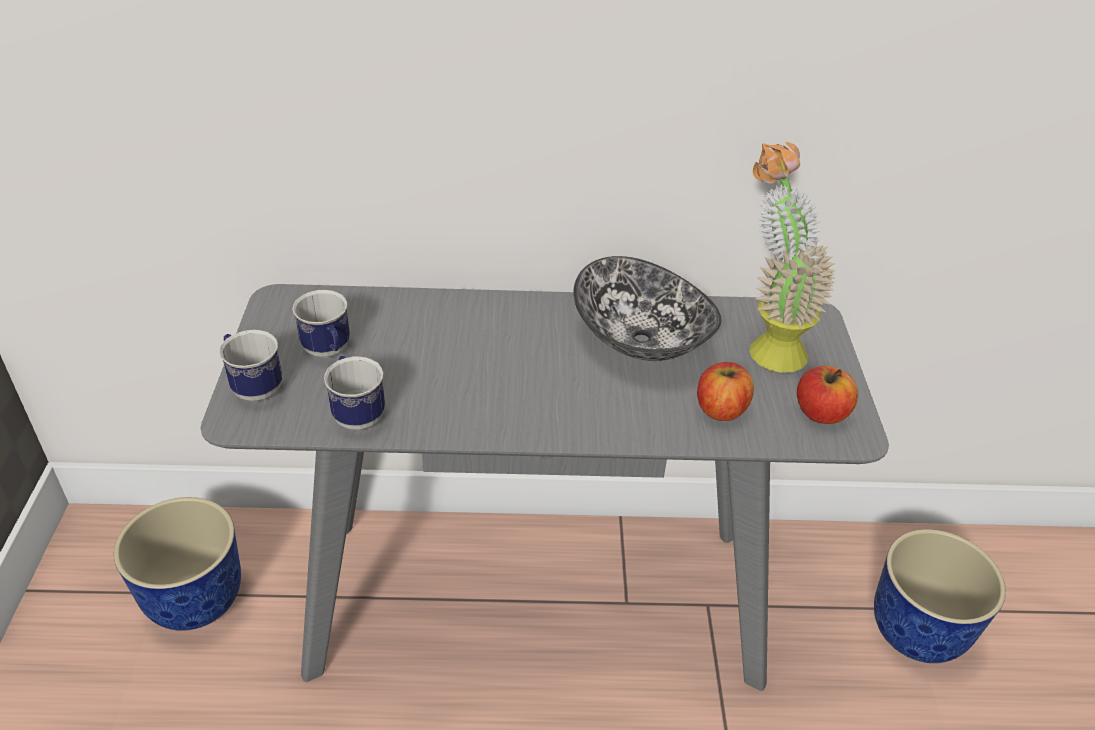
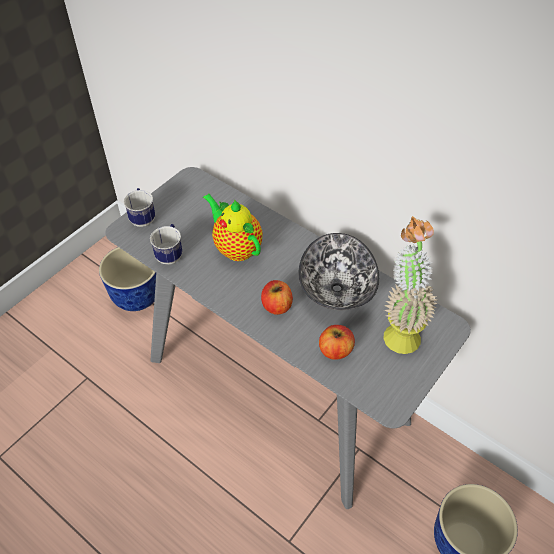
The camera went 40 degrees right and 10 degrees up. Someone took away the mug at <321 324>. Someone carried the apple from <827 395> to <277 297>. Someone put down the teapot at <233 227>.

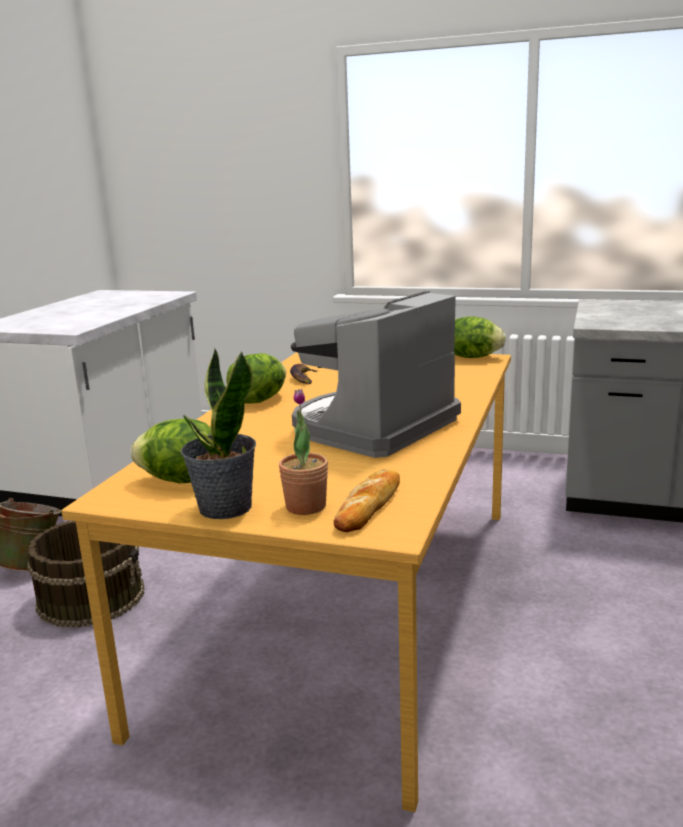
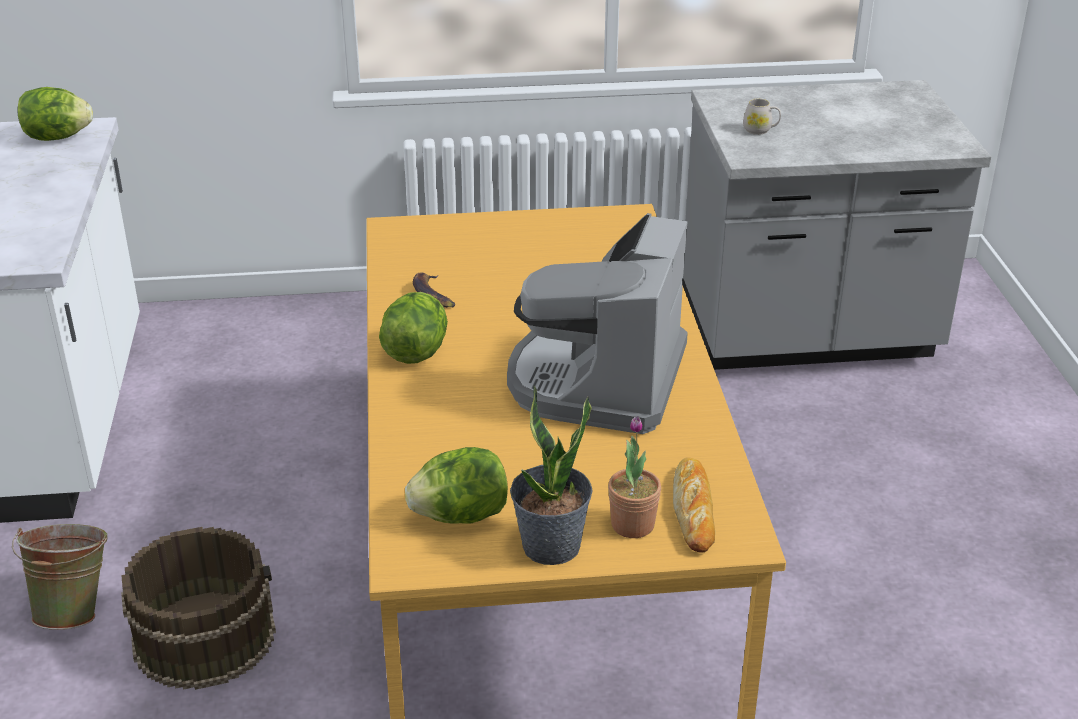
The camera went 25 degrees left and 15 degrees up. Someone carried the lettuce from <479 337> to <55 114>. Someone put down the mug in white at <762 117>.

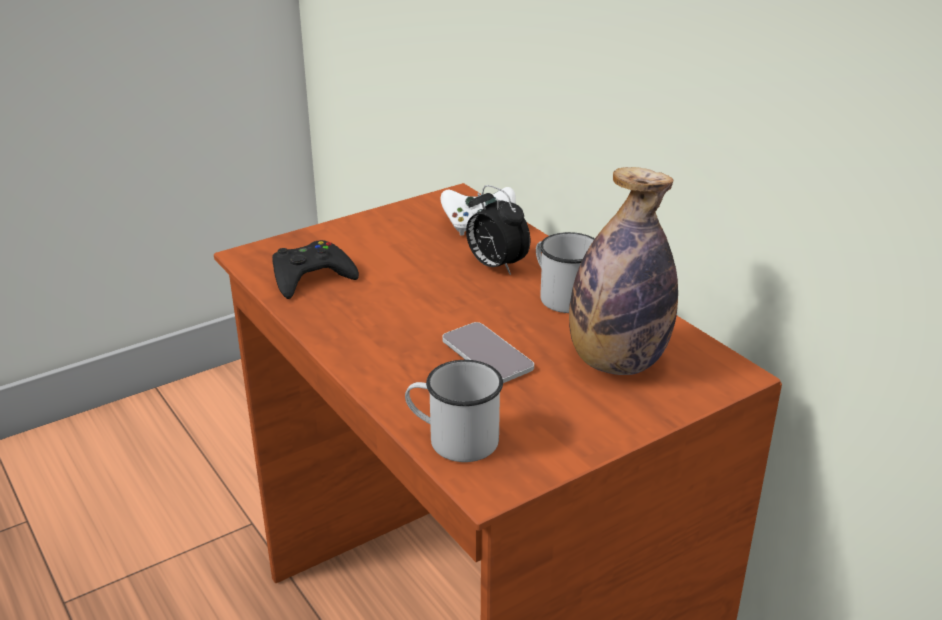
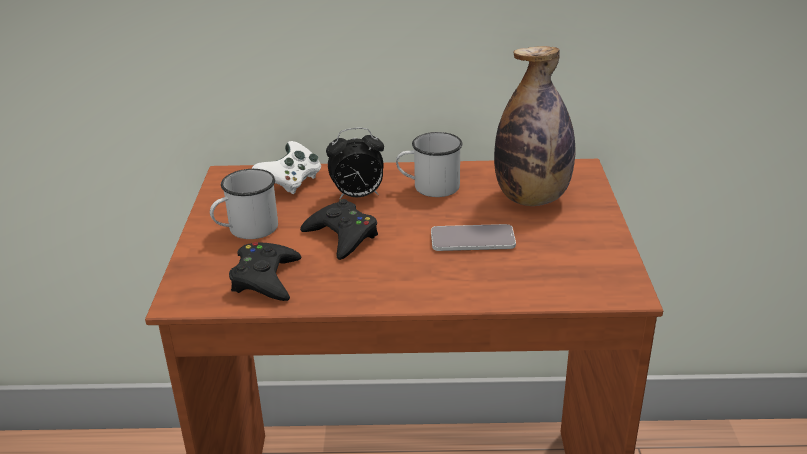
The camera went 55 degrees left and 0 degrees up. Someone carried the mug in white from <454 411> to <244 204>. Someone put down the game controller in black at <339 229>.

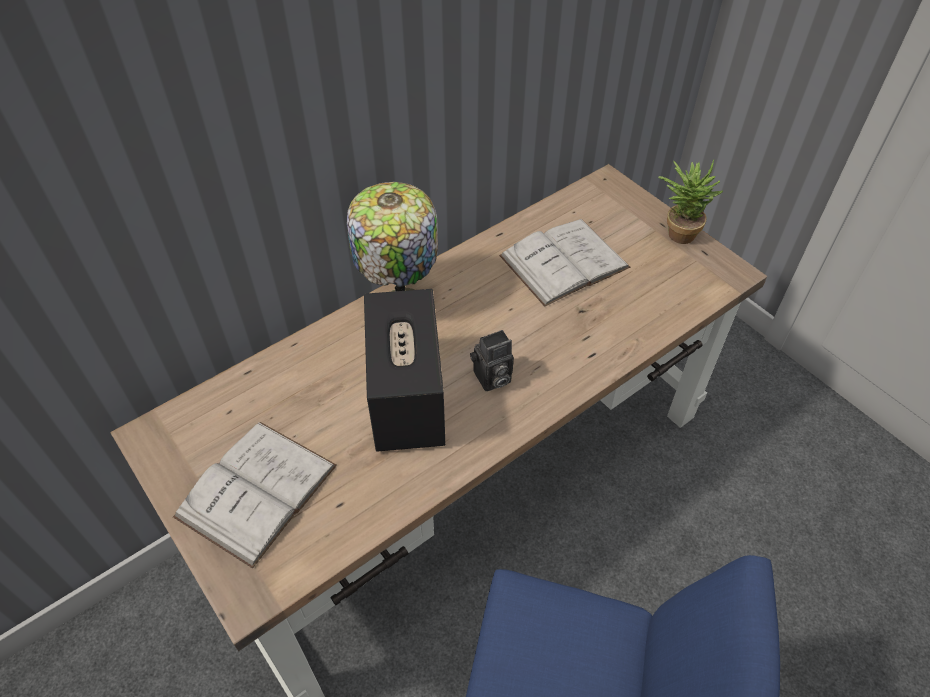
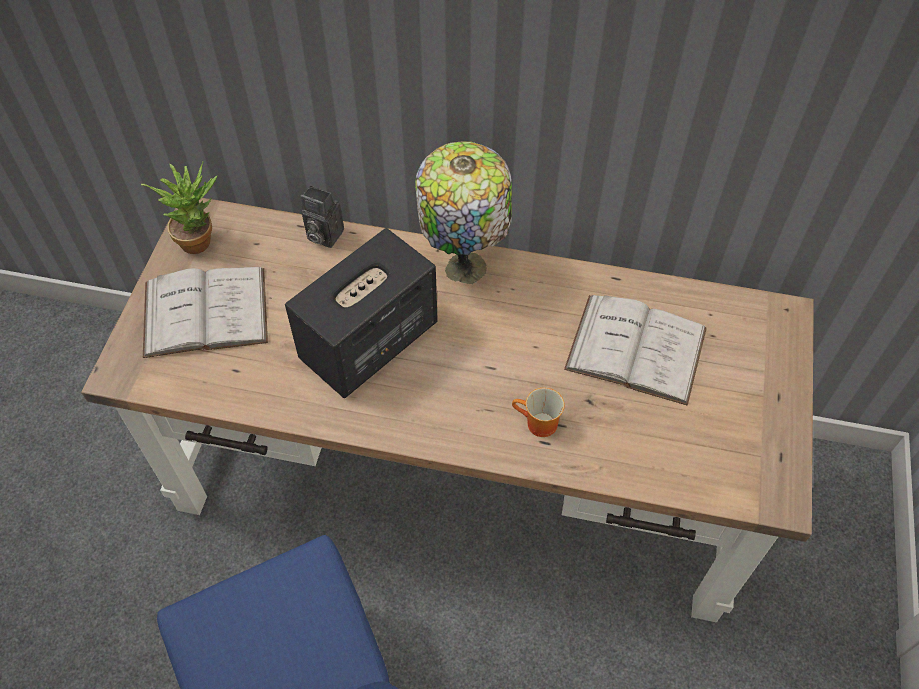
The camera went 50 degrees right and 5 degrees up. Someone carried the potted plant from <690 202> to <179 208>. Someone carried the photo camera from <492 360> to <322 217>. Someone put down the mug at <538 412>.

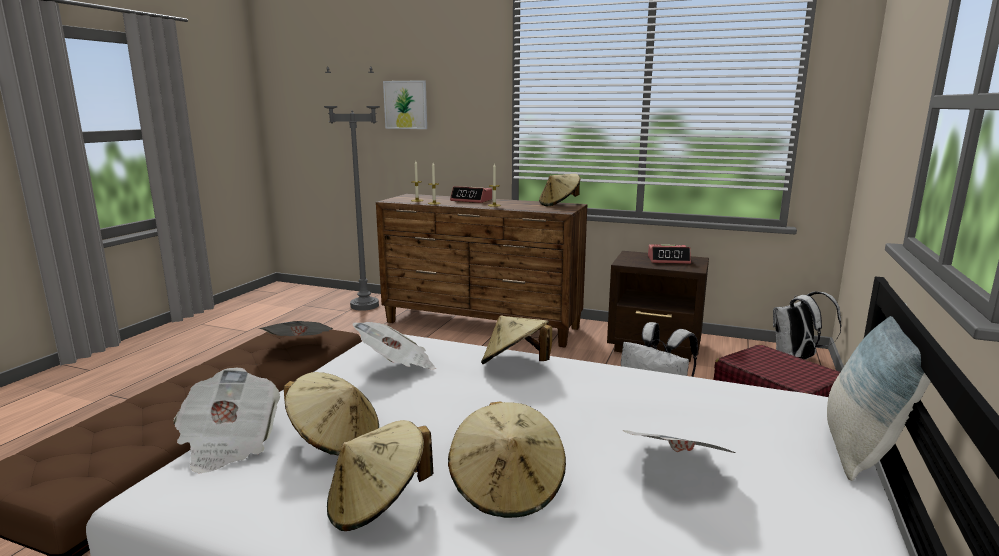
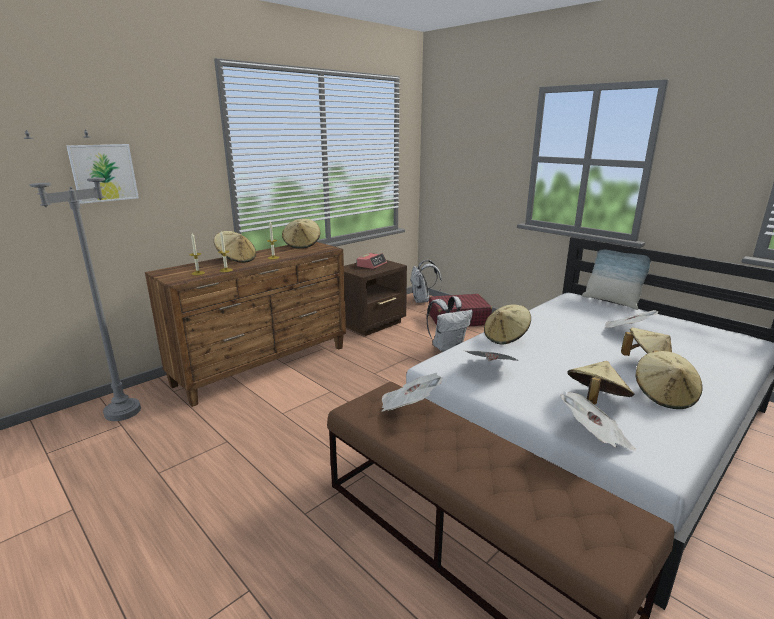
The camera went 65 degrees left and 5 degrees up. Someone swapped the alarm clock at <471 194> for the hat in beige at <235 247>.

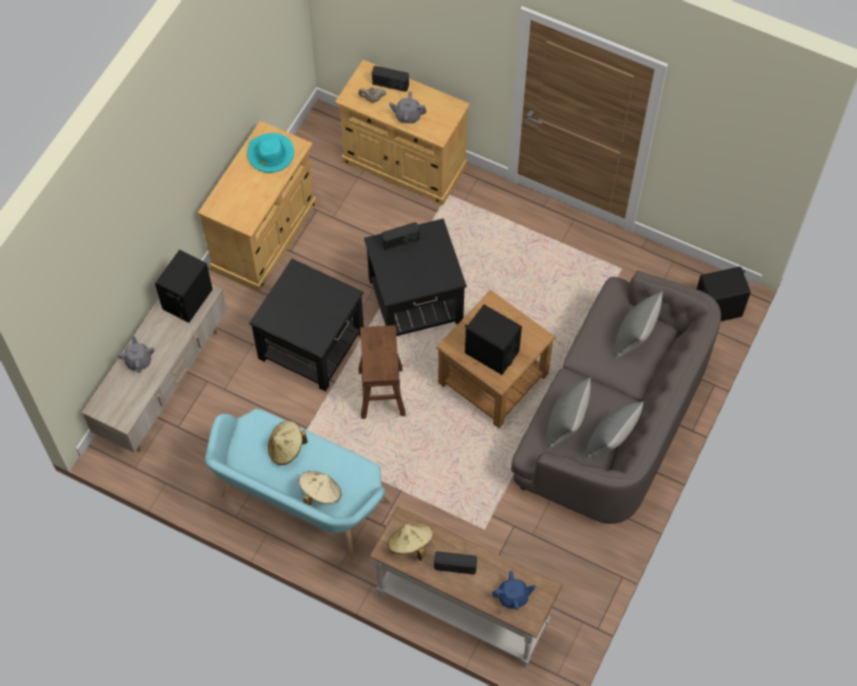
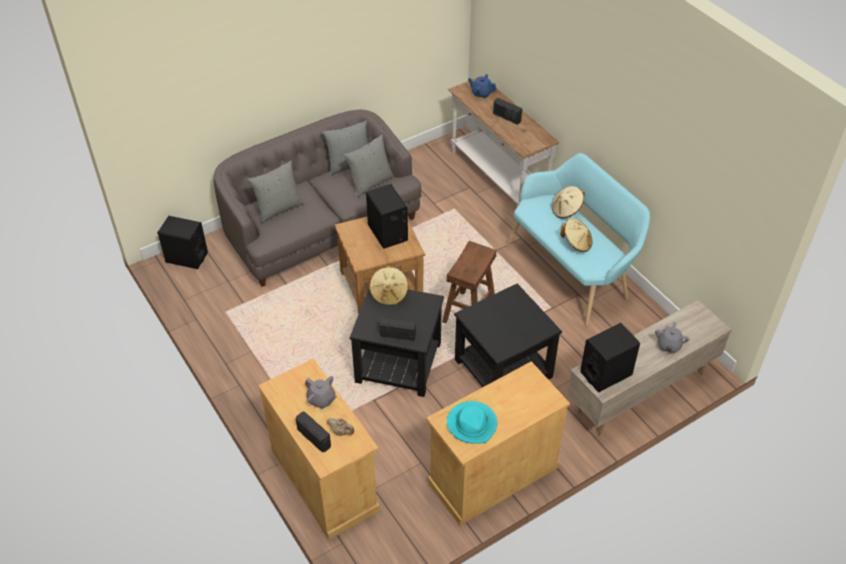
The camera went 150 degrees left and 15 degrees down. Someone carried the hat in beige from <410 542> to <388 286>.

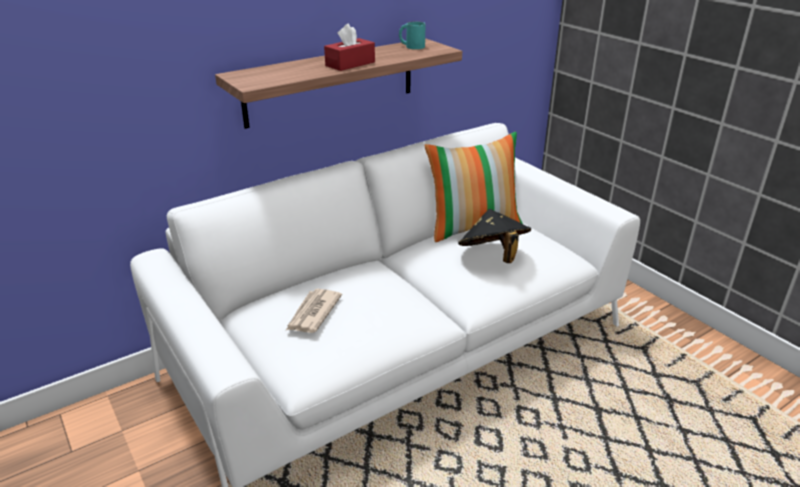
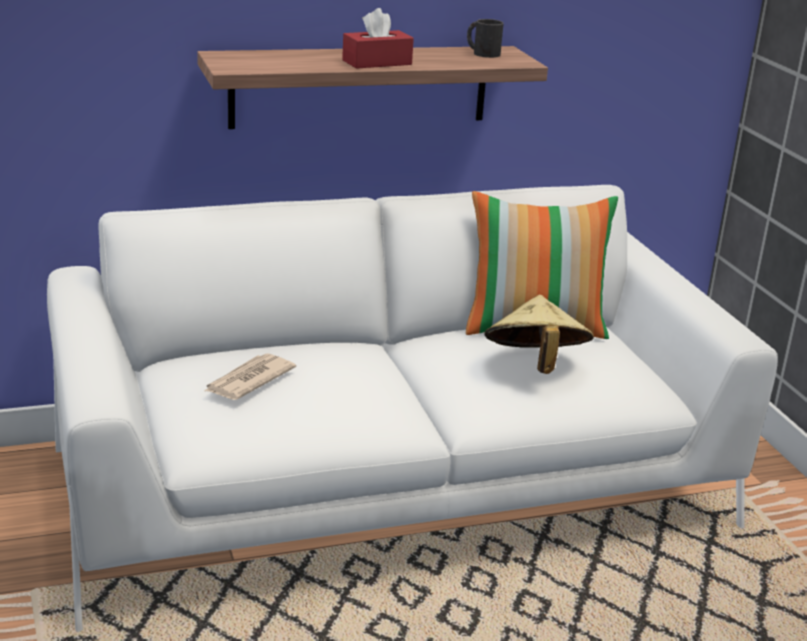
The camera went 15 degrees right and 5 degrees down. Someone repainted the mug in turquoise at <412 35>, which became the mug in black at <485 38>. Someone repainted the hat in black at <494 236>, which became the hat in beige at <539 334>.

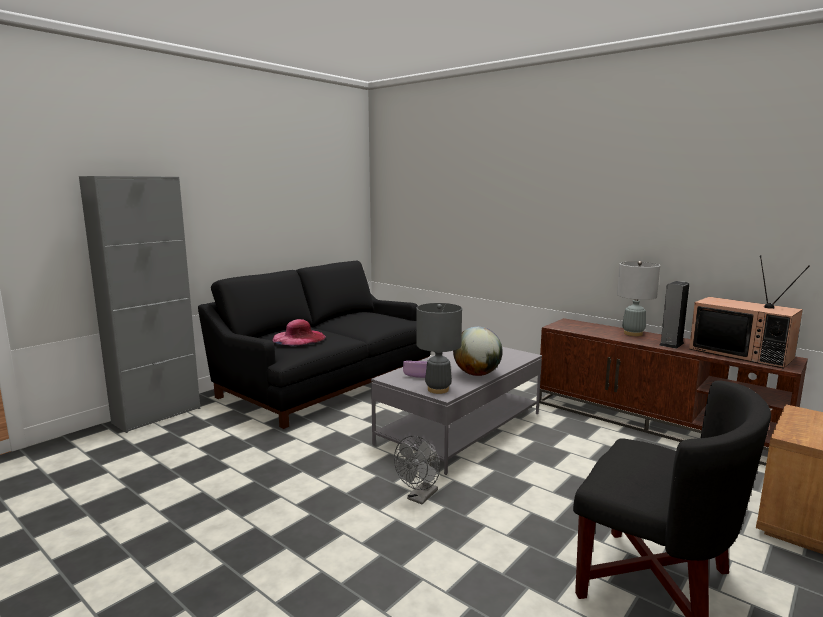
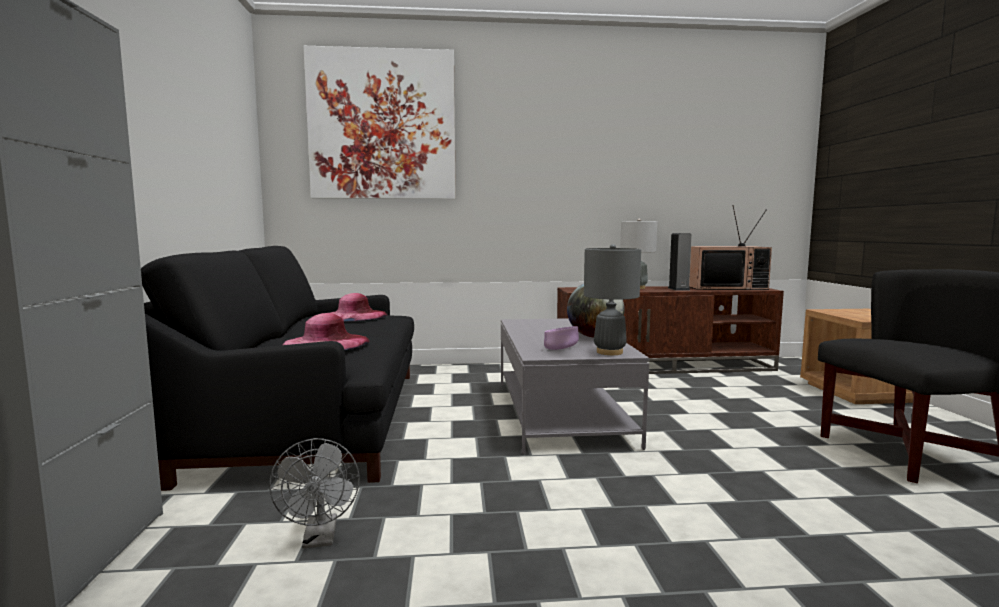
The camera went 45 degrees left and 5 degrees down. Someone carried the fan in grey from <417 470> to <314 493>. Someone put up the picture at <380 122>. Someone put down the hat in pink at <358 307>.

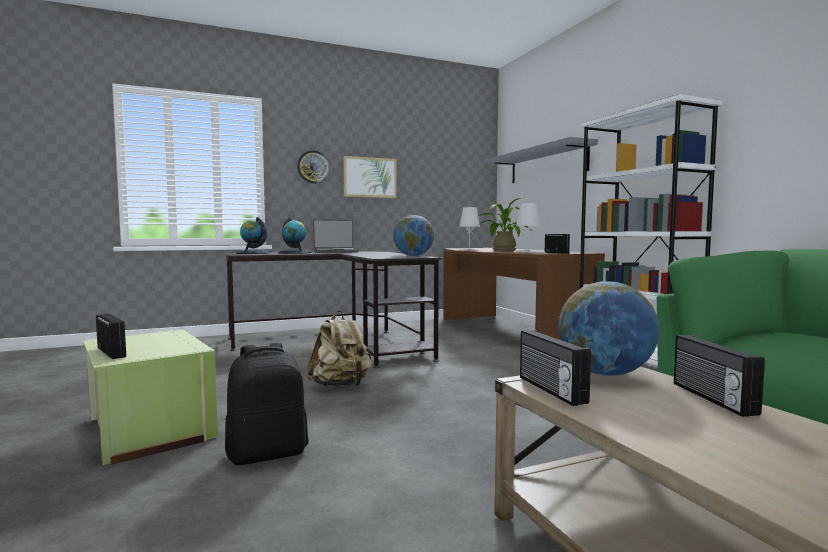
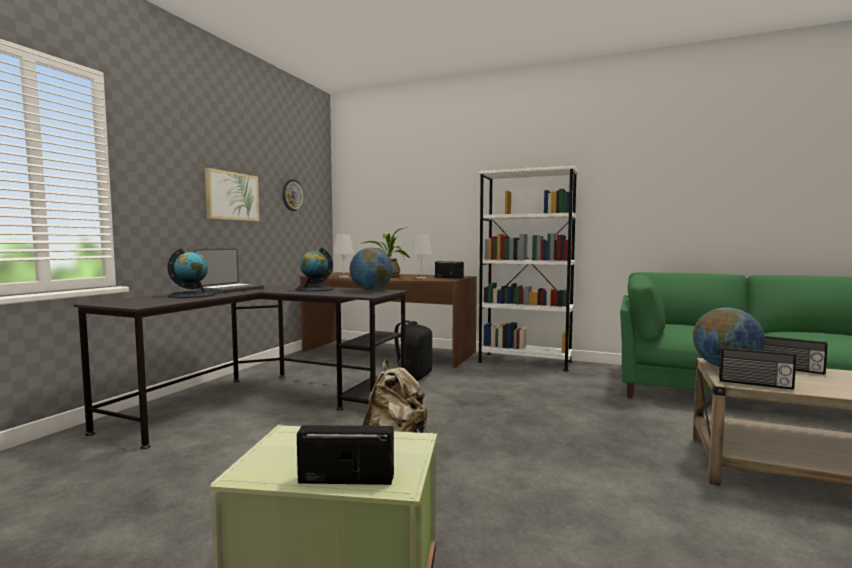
The camera went 45 degrees left and 0 degrees up. Someone took away the shelf in grey at <541 160>. Someone carried the wall clock from <313 167> to <293 195>. Someone carried the globe from <253 235> to <314 269>. Someone carried the backpack in black from <267 404> to <414 350>.

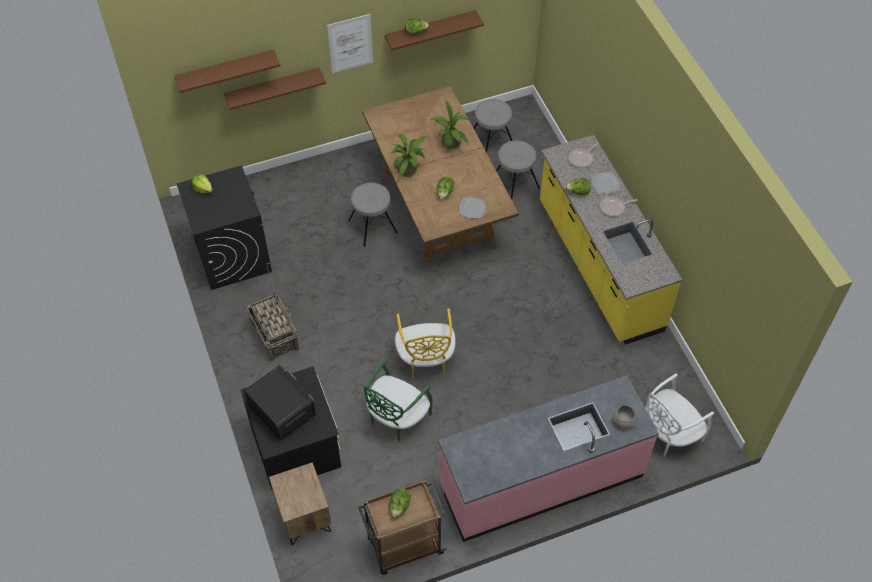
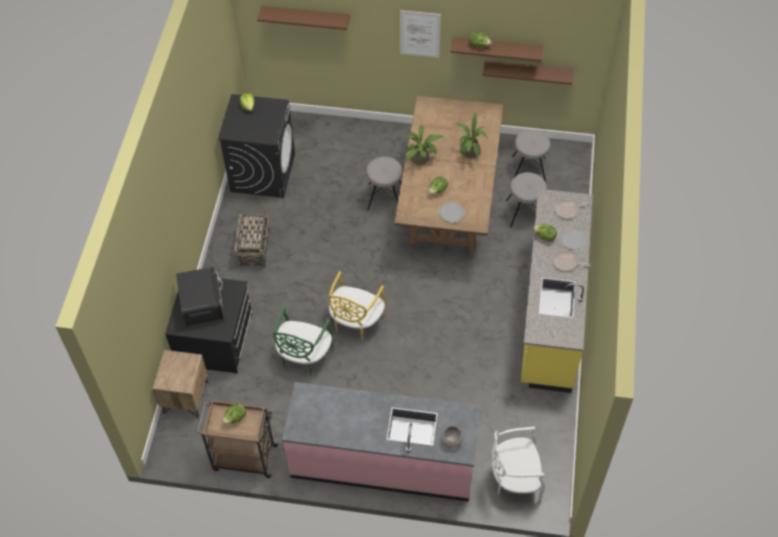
The camera went 30 degrees right and 0 degrees up. Someone carried the shelf in brown from <275 89> to <527 72>. Someone rotated the chair in green at <398 400> by 45 degrees counterclockwise.

